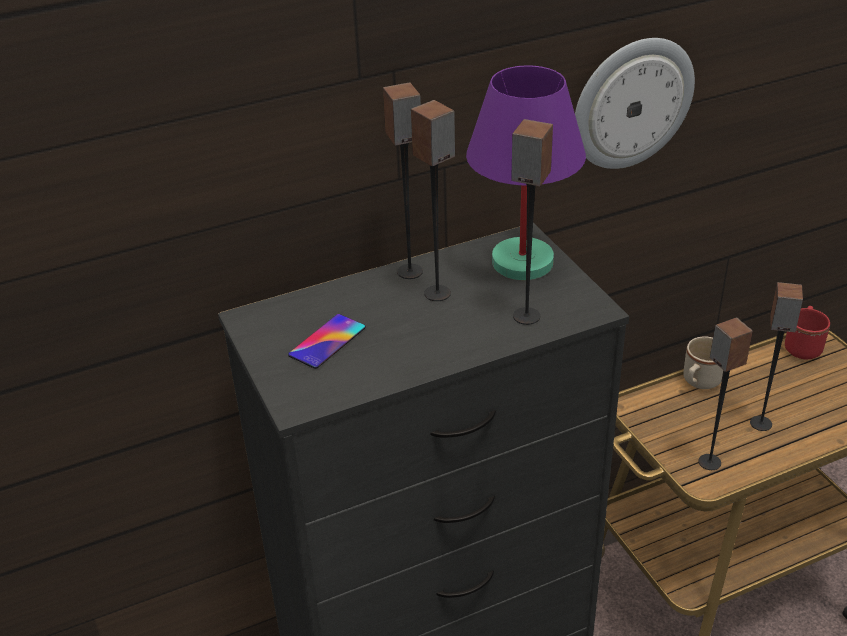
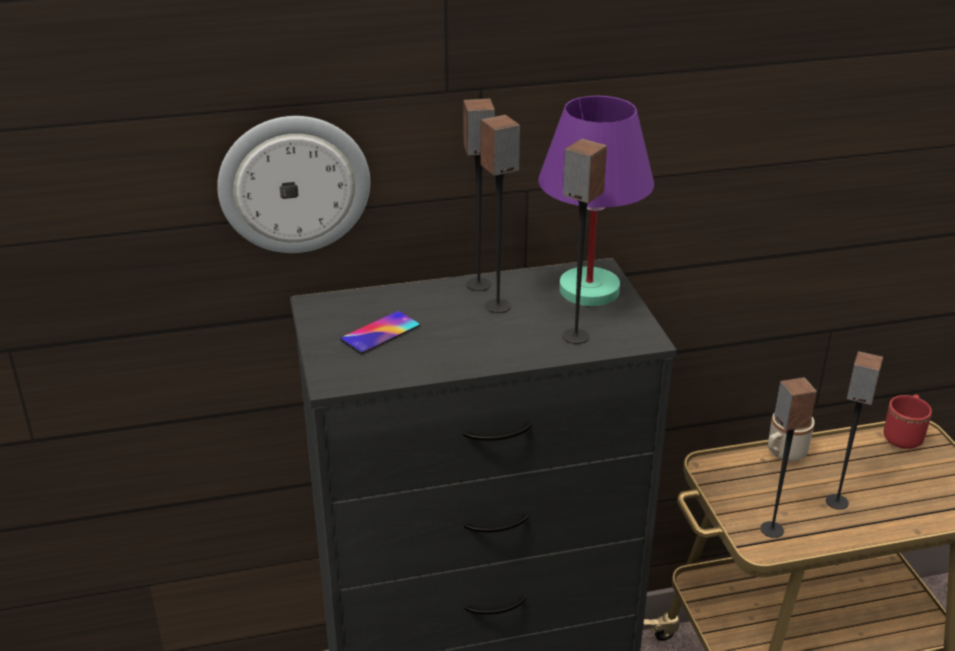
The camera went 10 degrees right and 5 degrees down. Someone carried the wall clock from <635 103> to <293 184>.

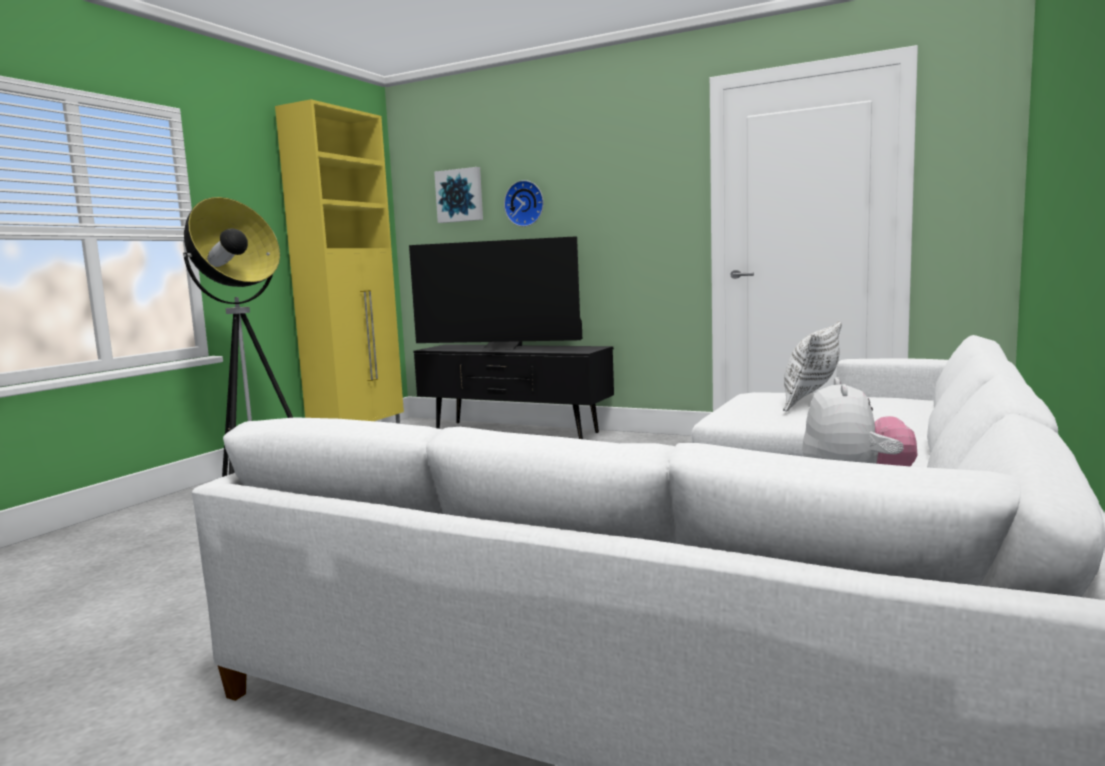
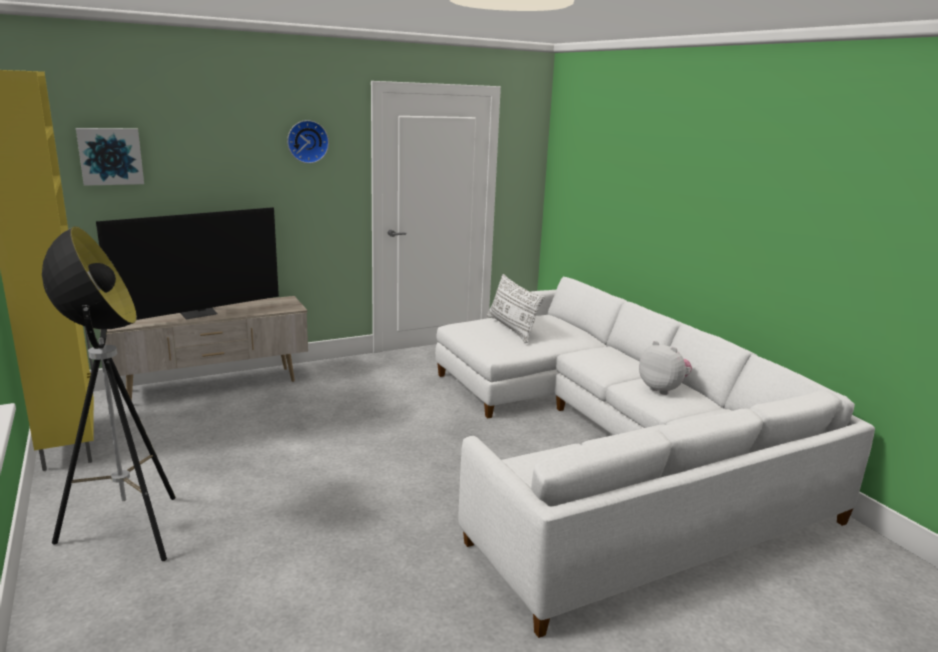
The camera went 55 degrees left and 10 degrees up. Someone carried the wall clock from <524 203> to <308 141>. Someone repainted the tv stand in black at <514 391>, which became the tv stand in beige at <204 348>.

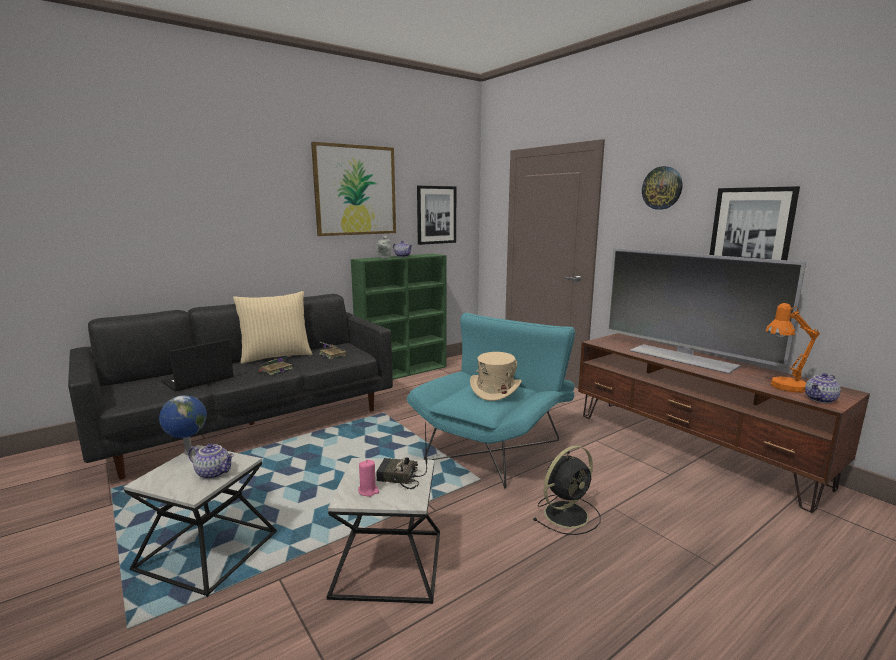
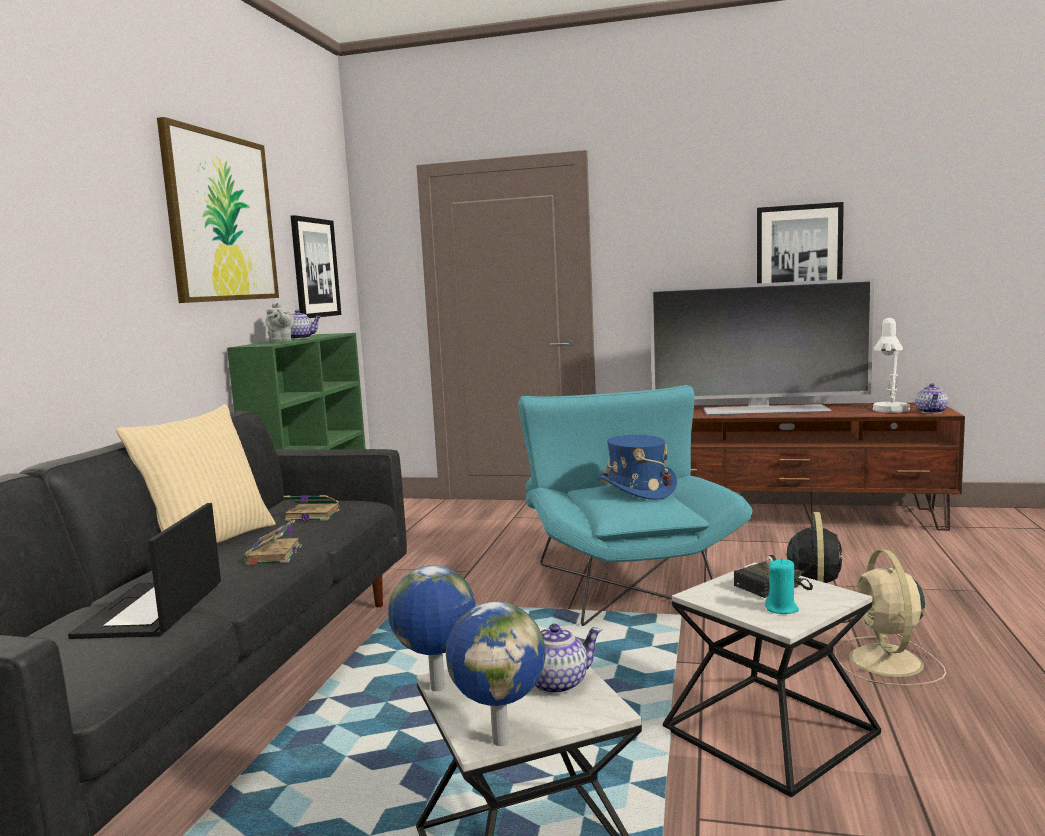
The camera went 40 degrees left and 5 degrees down. Someone took away the wall clock at <662 188>. Someone repainted the table lamp in orange at <793 348>, which became the table lamp in white at <891 365>. Someone repainted the hat in beige at <496 376>, which became the hat in blue at <637 467>. Someone repainted the candle in pink at <368 478>, which became the candle in turquoise at <782 586>. Someone put down the fan in beige at <890 617>. Someone put down the globe at <496 674>.

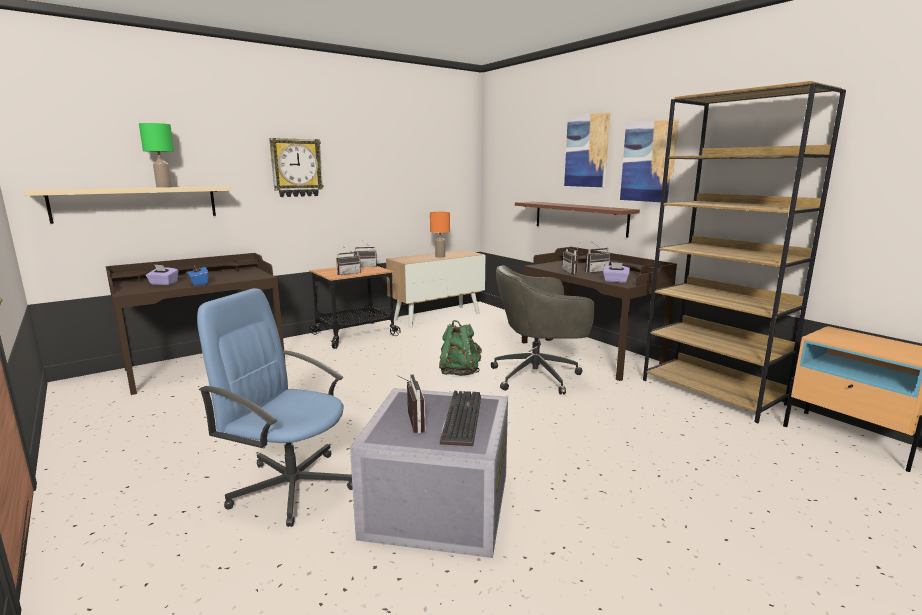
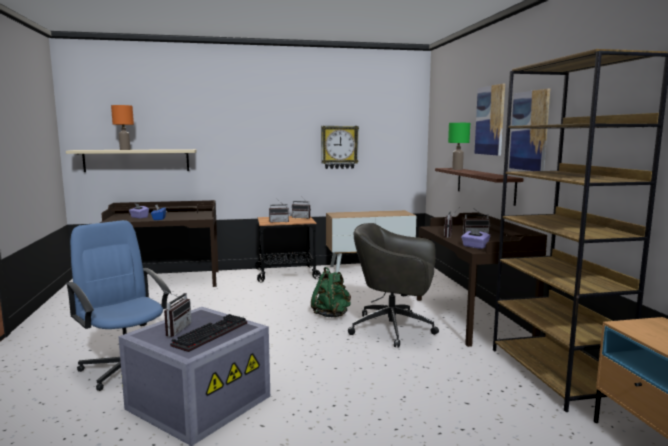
The camera went 25 degrees right and 5 degrees down. Someone carried the table lamp in green from <156 155> to <459 146>. Someone carried the wall clock from <296 167> to <340 147>. Someone carried the table lamp in orange from <440 235> to <122 127>.

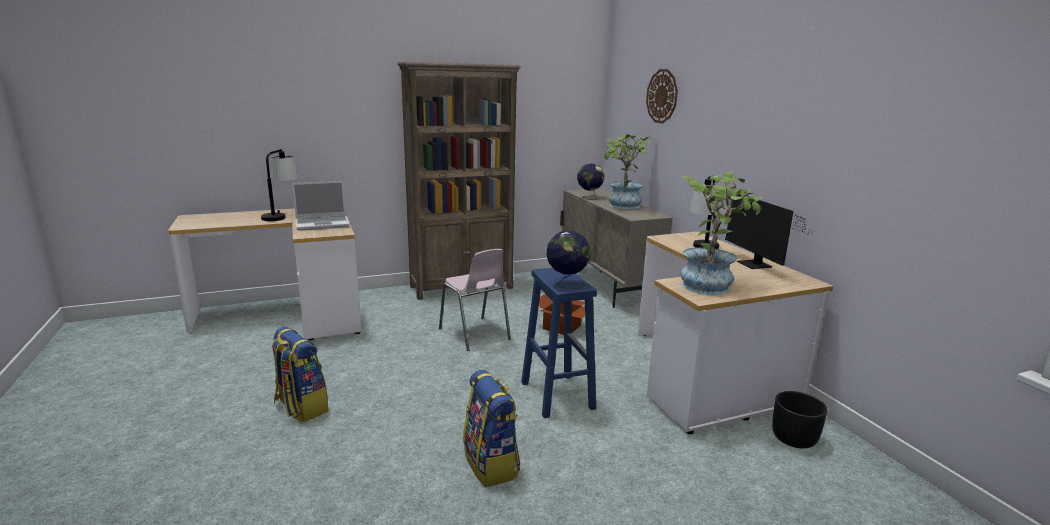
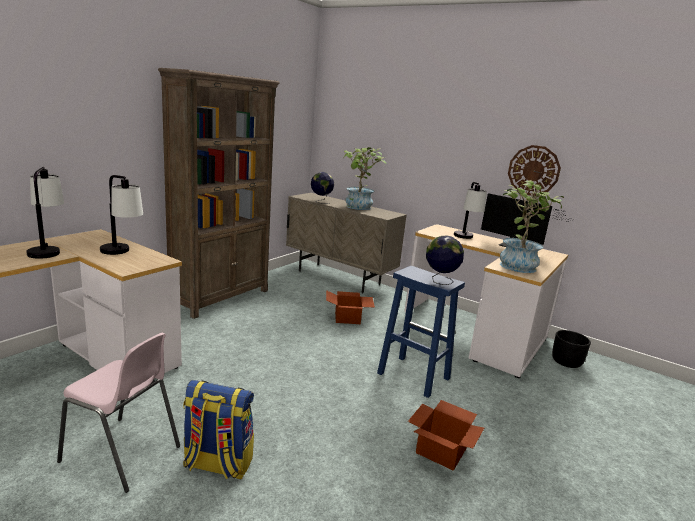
The camera went 35 degrees left and 0 degrees up. Someone carried the wall clock from <662 96> to <534 170>. Someone swapped the laptop at <320 206> for the table lamp at <121 215>. Someone carried the chair in pink from <475 300> to <118 413>. Someone swapped the backpack at <491 428> for the cardboard box at <446 435>.

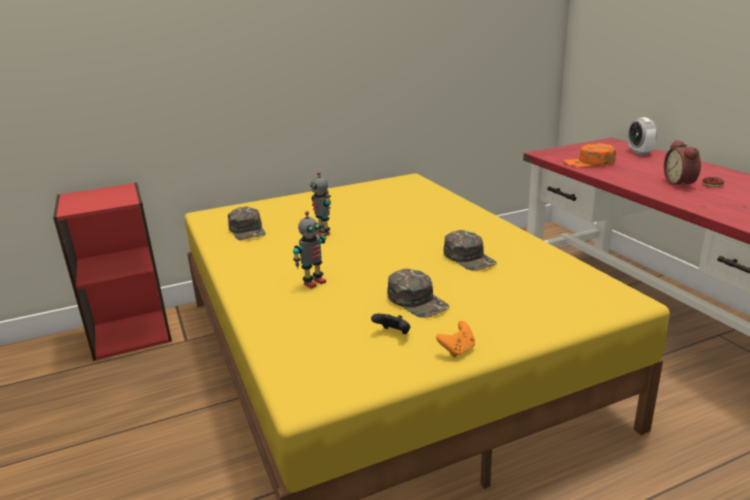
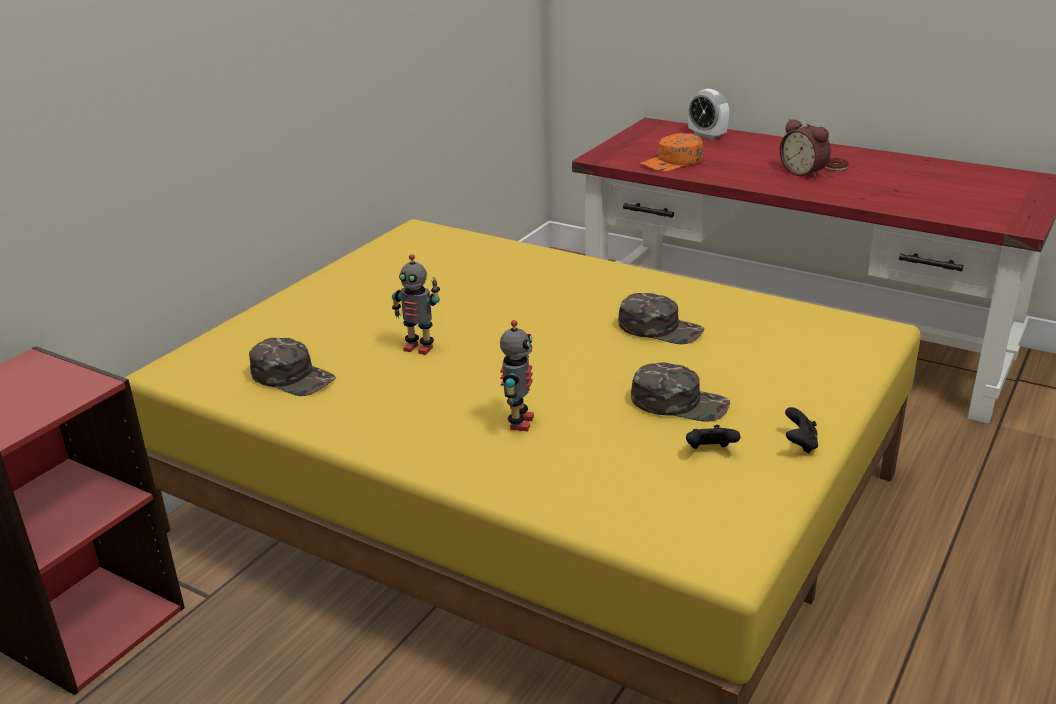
The camera went 35 degrees left and 5 degrees up. Someone repainted the game controller in orange at <455 339>, which became the game controller in black at <801 430>.

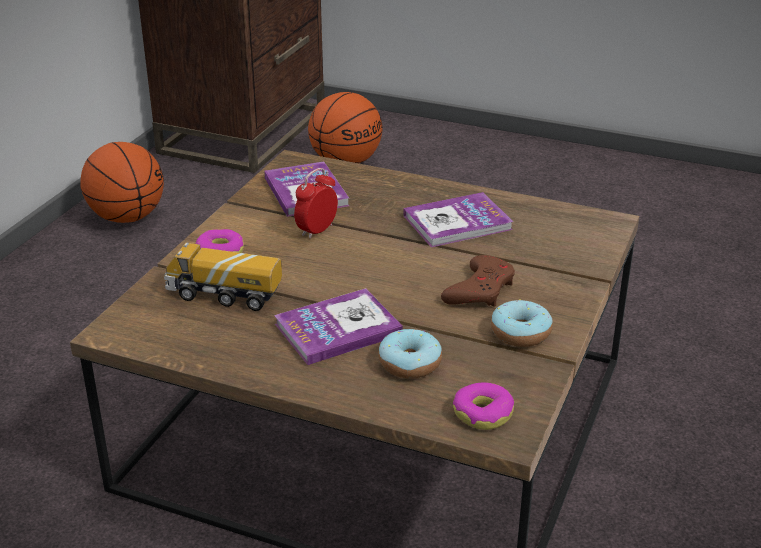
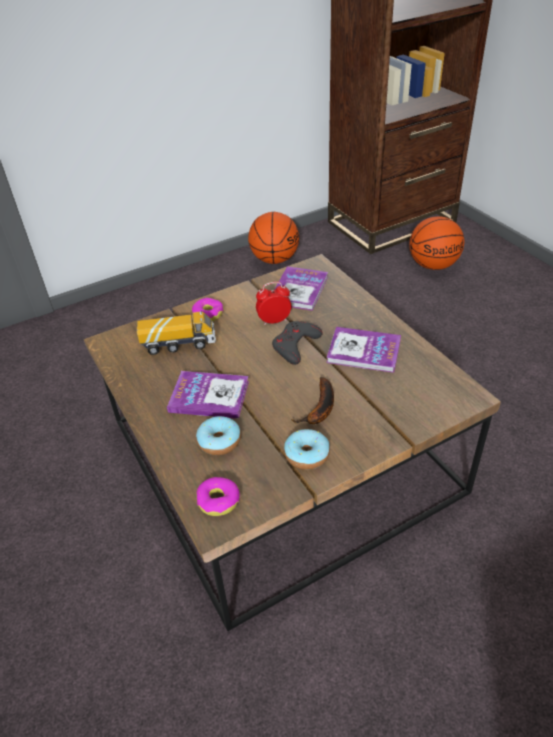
The camera went 40 degrees right and 10 degrees up. Someone rotated the toy truck at <223 276> by 120 degrees clockwise. Someone swapped the game controller in brown at <478 281> for the banana at <313 400>. Someone put down the game controller in grey at <297 343>.

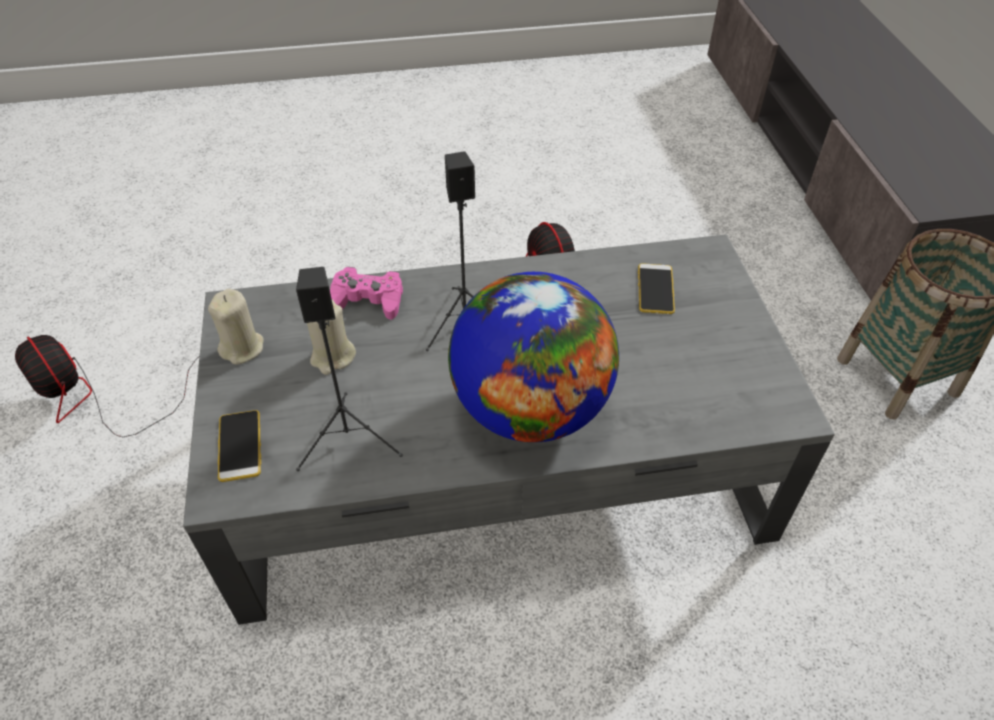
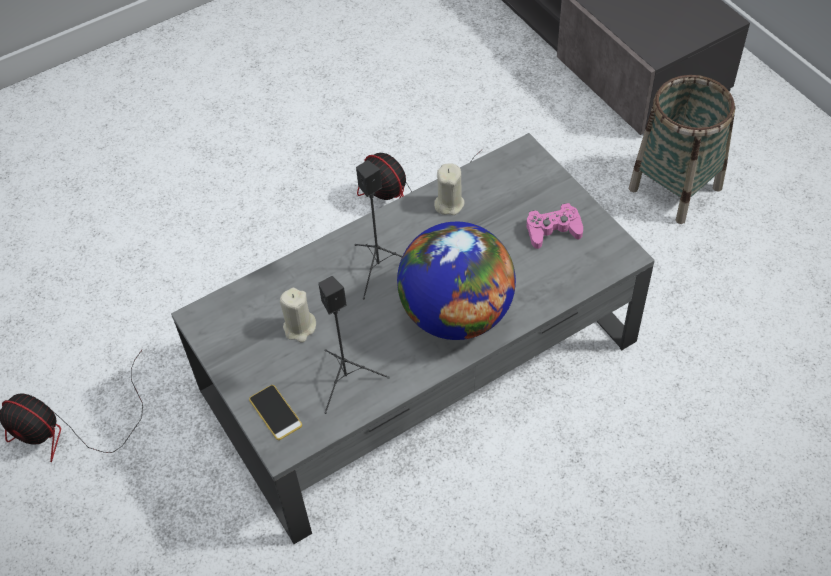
The camera went 20 degrees left and 5 degrees up. Someone took away the phone at <656 288>. Someone carried the game controller in pink from <366 293> to <555 226>. Someone carried the candle in beige from <236 327> to <449 189>.

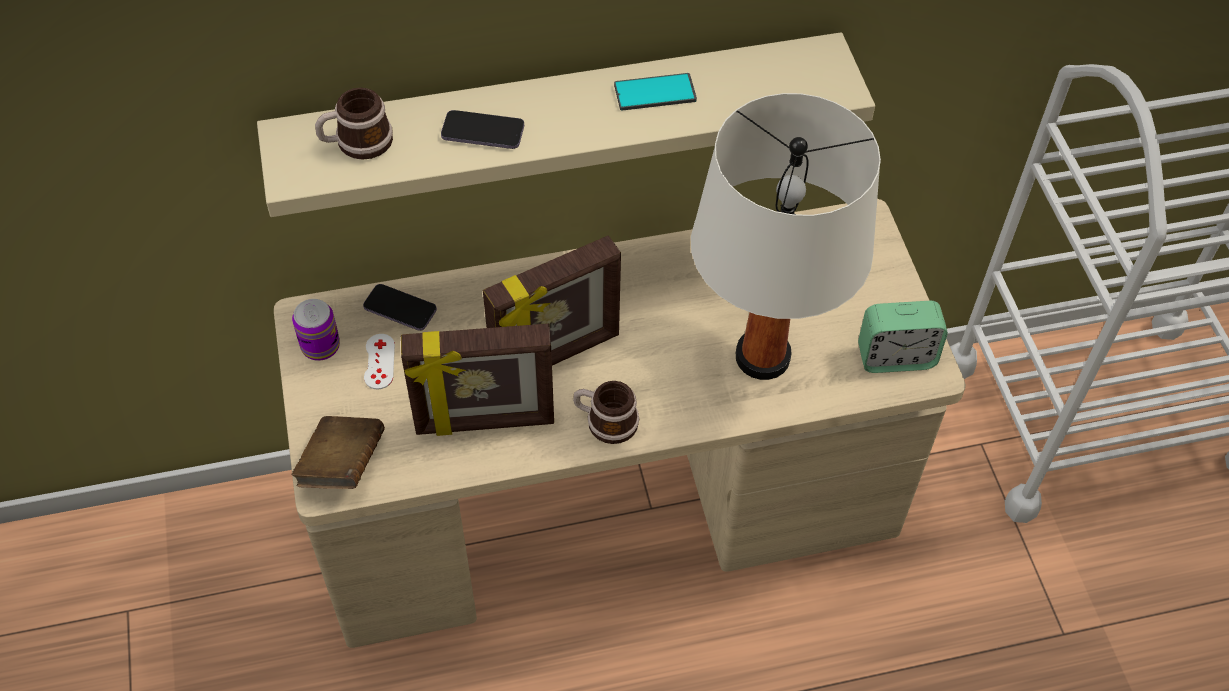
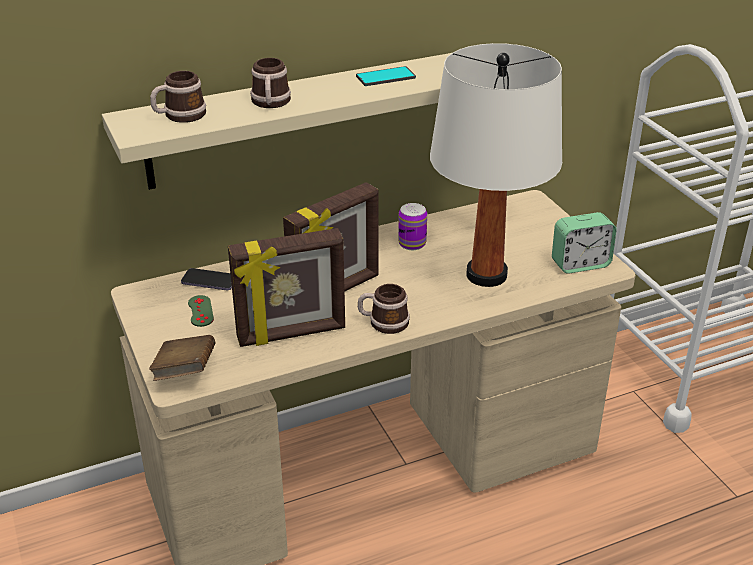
The camera went 10 degrees left and 20 degrees down. Someone swapped the phone at <482 129> for the mug at <270 83>. Someone carried the can from <316 330> to <412 226>. Someone repainted the game controller in white at <379 361>, which became the game controller in green at <201 311>.

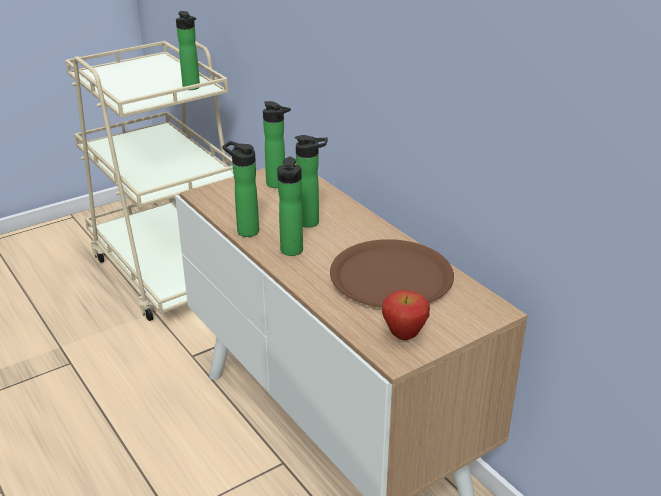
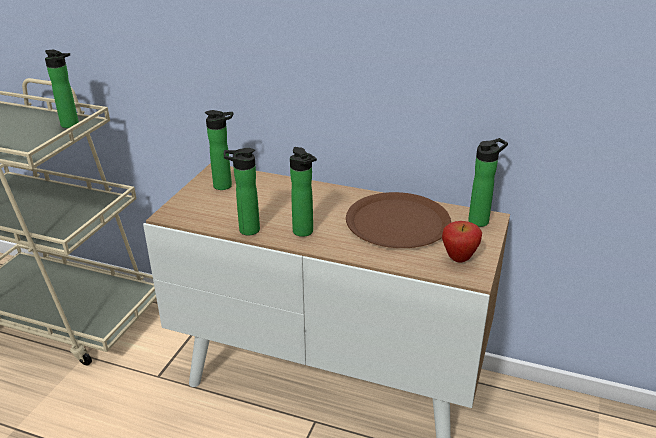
The camera went 35 degrees left and 0 degrees up. Someone carried the bottle from <311 181> to <488 182>.

